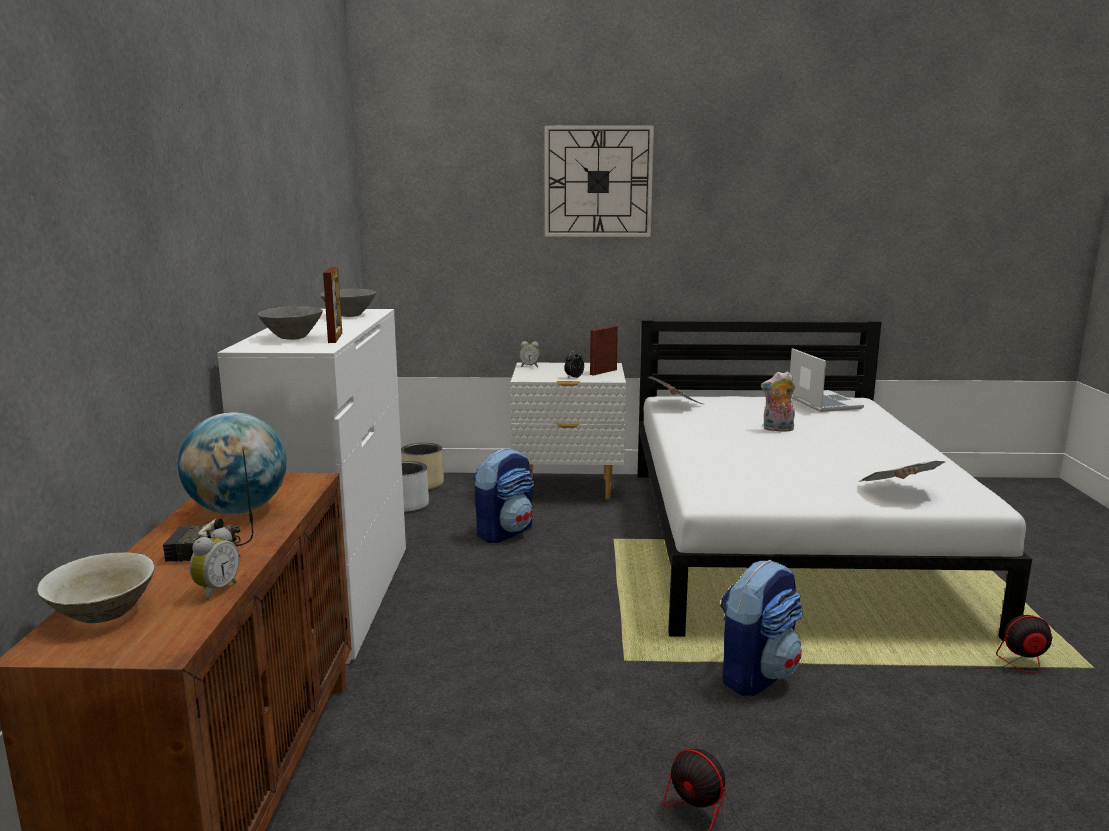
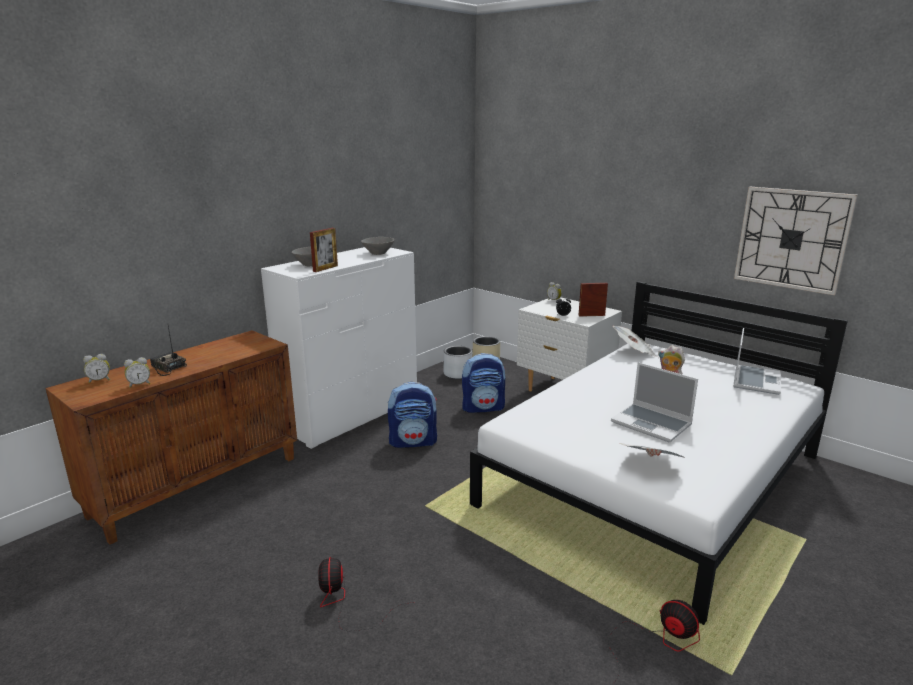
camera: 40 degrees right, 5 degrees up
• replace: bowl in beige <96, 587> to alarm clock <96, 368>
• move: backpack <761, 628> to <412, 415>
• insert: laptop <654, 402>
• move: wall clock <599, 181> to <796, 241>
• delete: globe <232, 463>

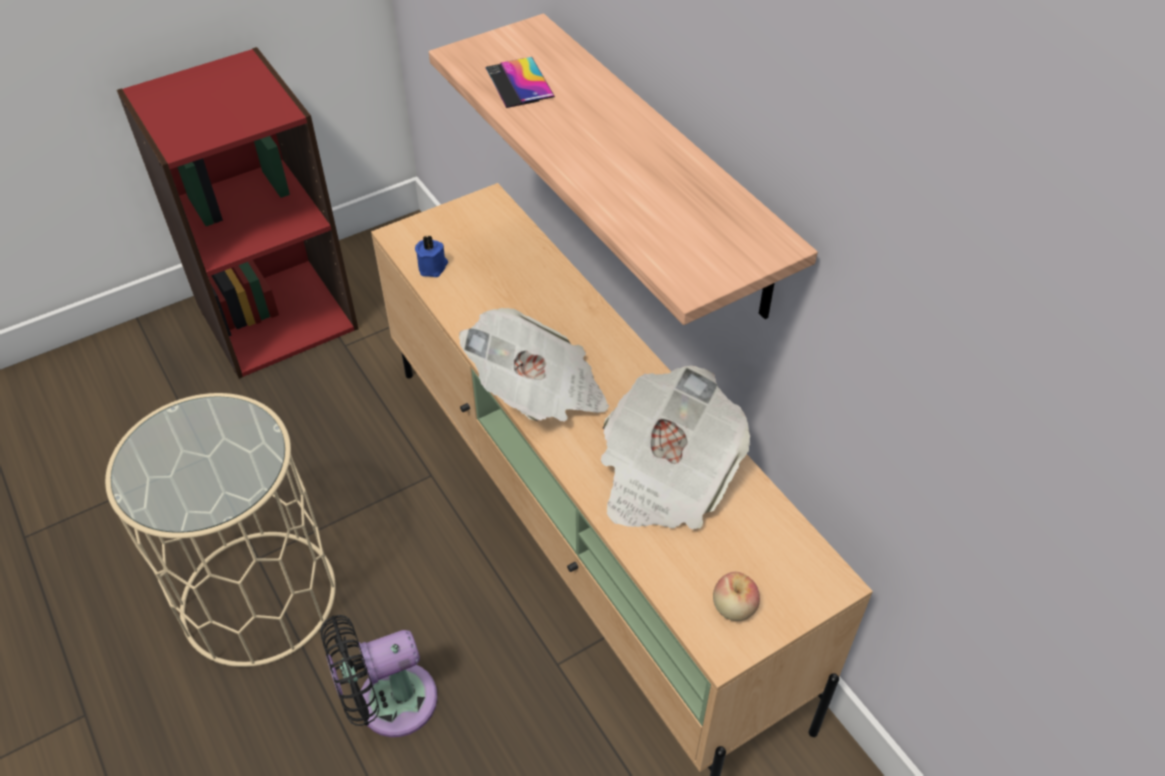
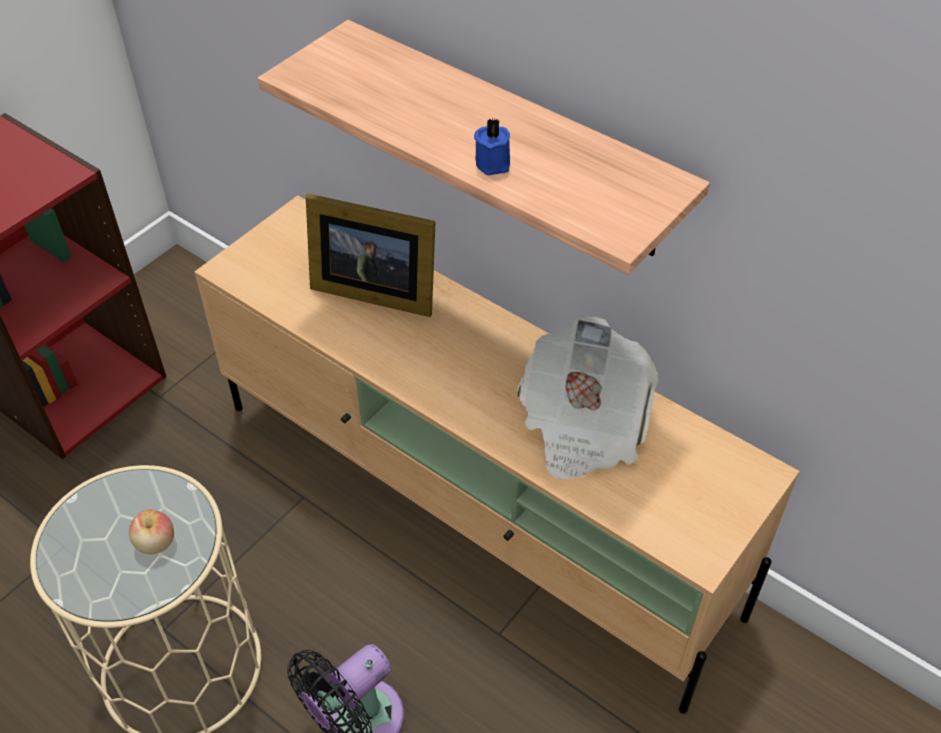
camera: 20 degrees left, 0 degrees up
• move: apple <736, 596> to <151, 531>
• insert: picture frame <371, 255>
• move: candle in blue <431, 256> to <492, 146>
• delete: newspaper <534, 365>
• delete: phone <520, 82>

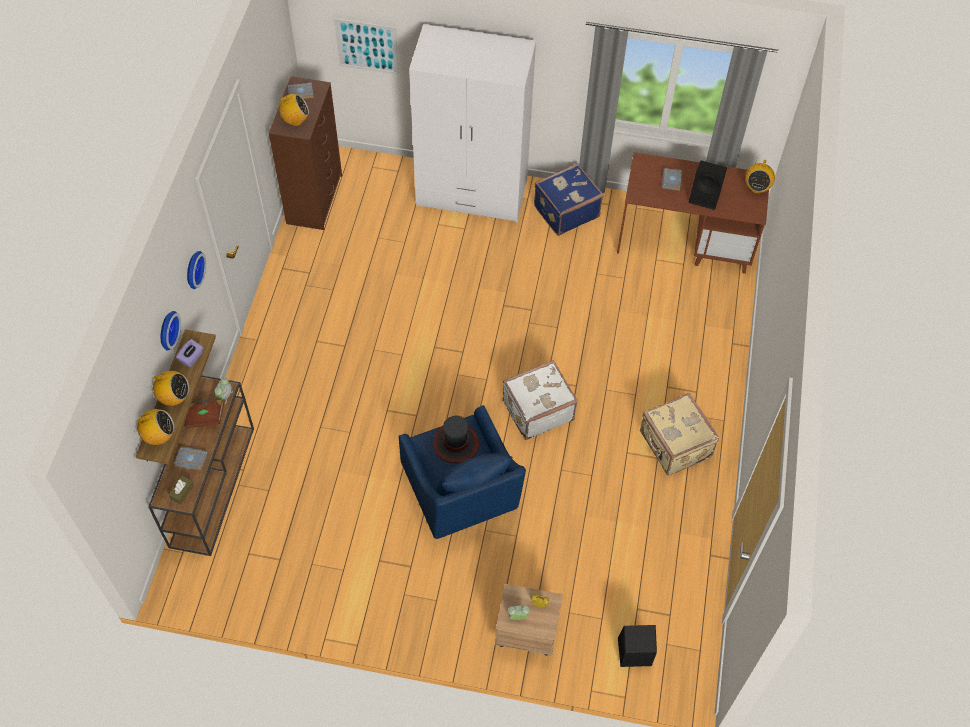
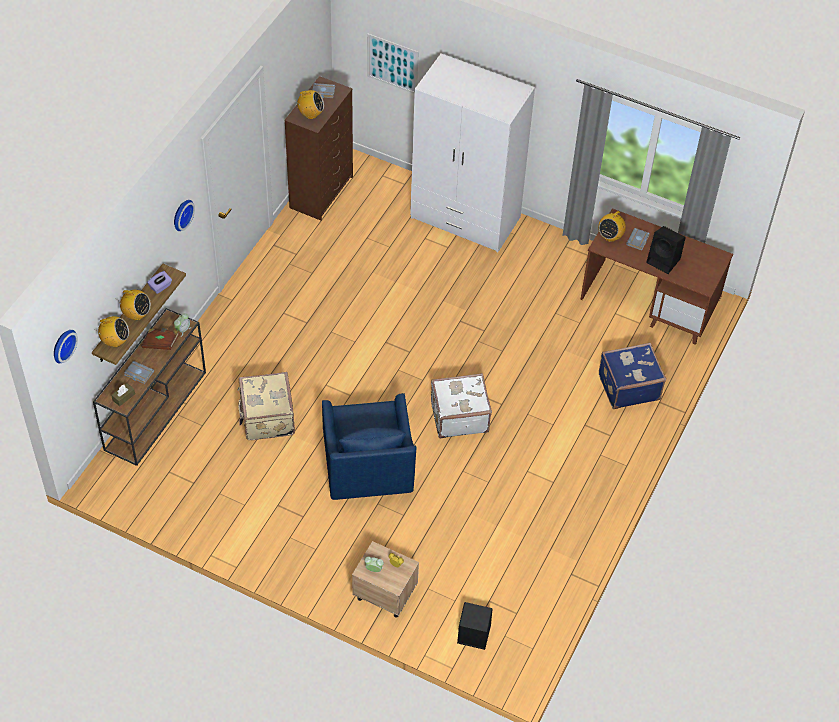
camera: 15 degrees right, 5 degrees down
• move: wall clock <171, 331> to <66, 346>
• move: suitcase in beige <679, 434> to <266, 406>
• move: radio <760, 176> to <612, 226>
• move: suitcase in blue <569, 199> to <632, 376>
• delete: hat <456, 439>

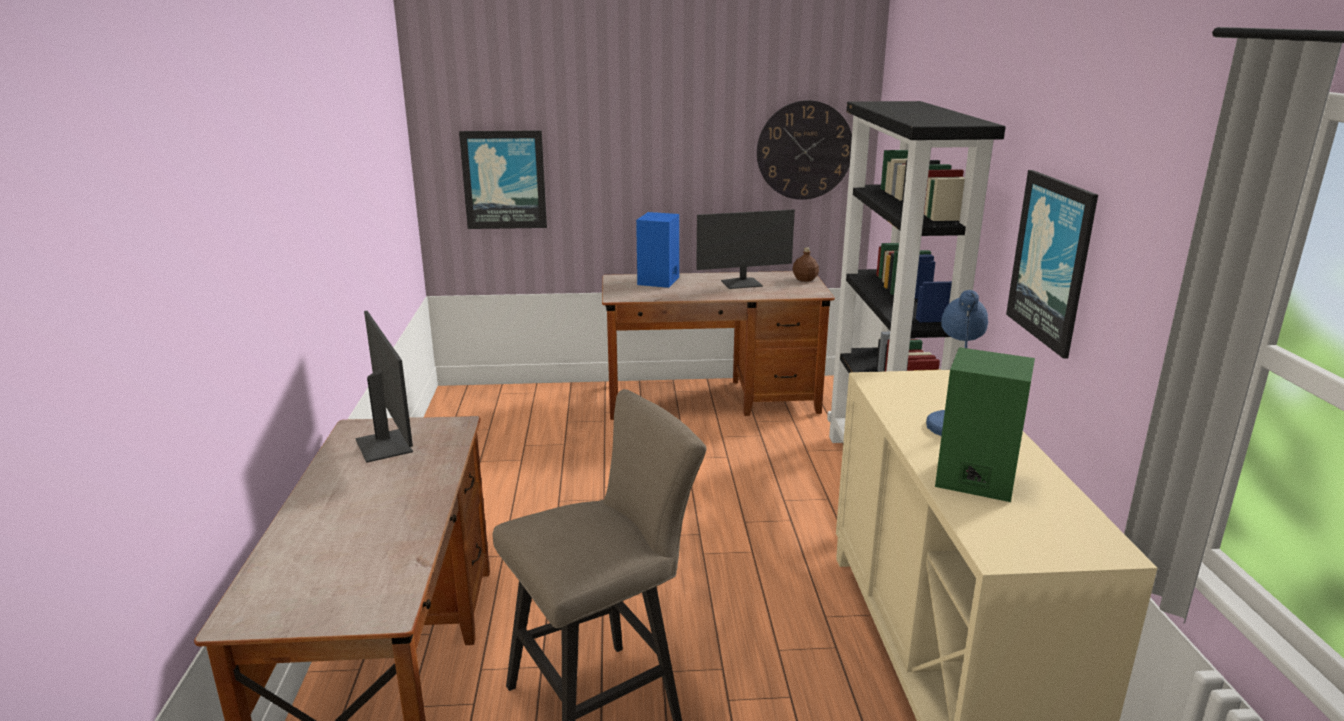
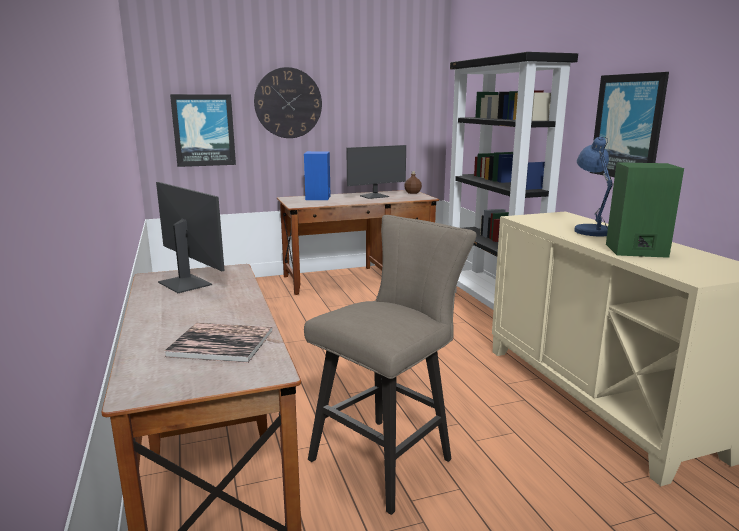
camera: 15 degrees left, 5 degrees down
• insert: book <218, 343>
• move: wall clock <804, 150> to <288, 102>

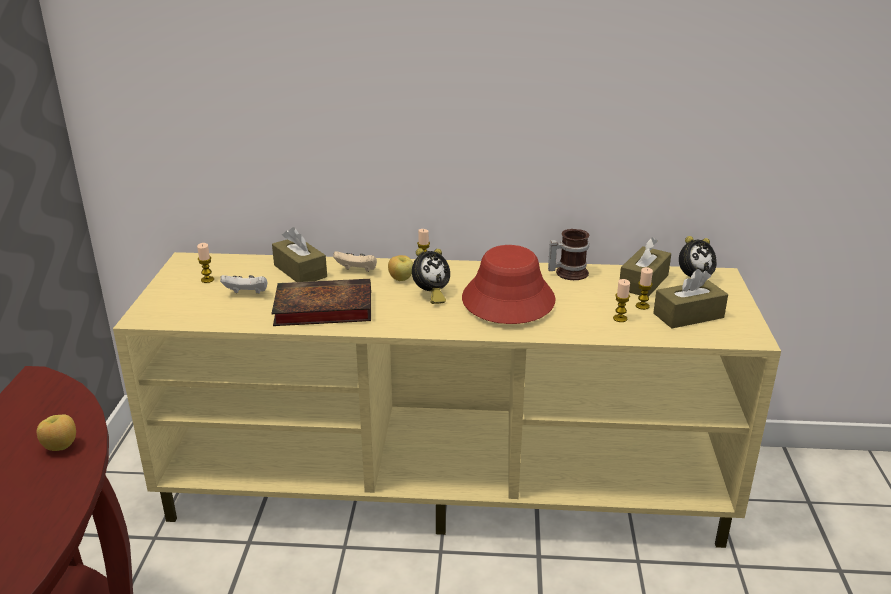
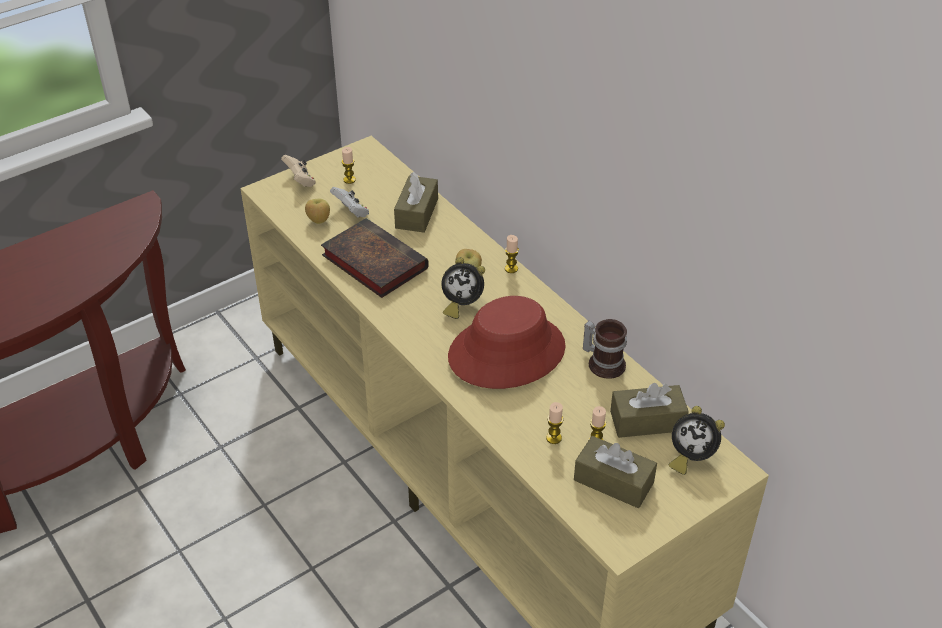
camera: 50 degrees right, 15 degrees up
• move: game controller in beige <355, 261> to <298, 171>
• move: apple <56, 432> to <317, 211>

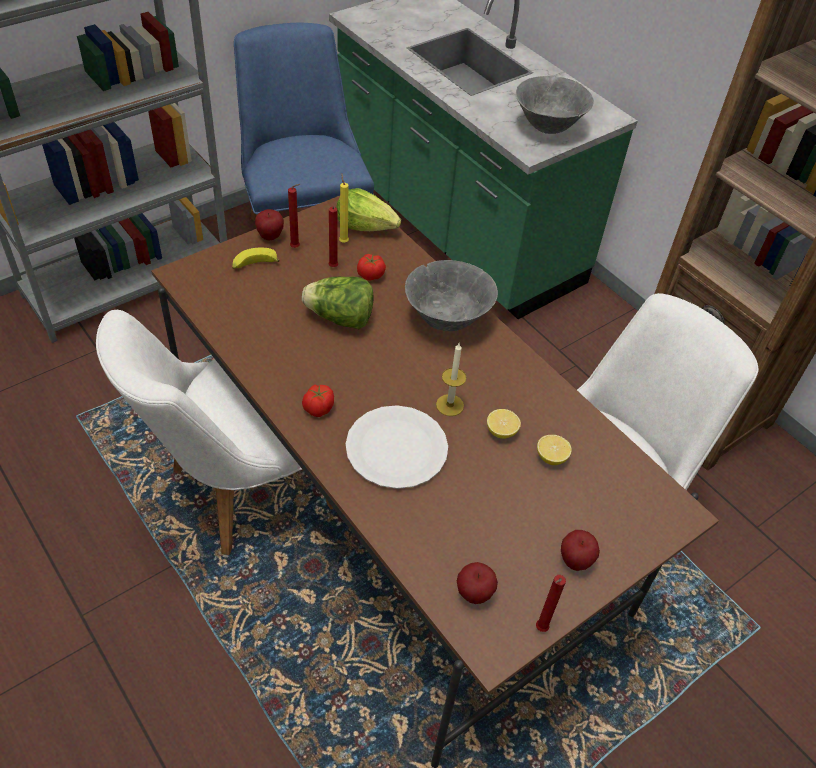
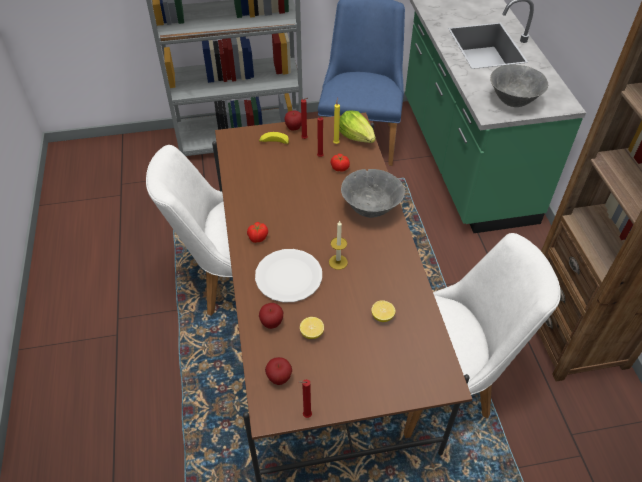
camera: 30 degrees right, 0 degrees up
• move: apple <580, 550> to <271, 316>
• move: lemon <504, 424> to <312, 328>
• delete: lettuce <338, 303>

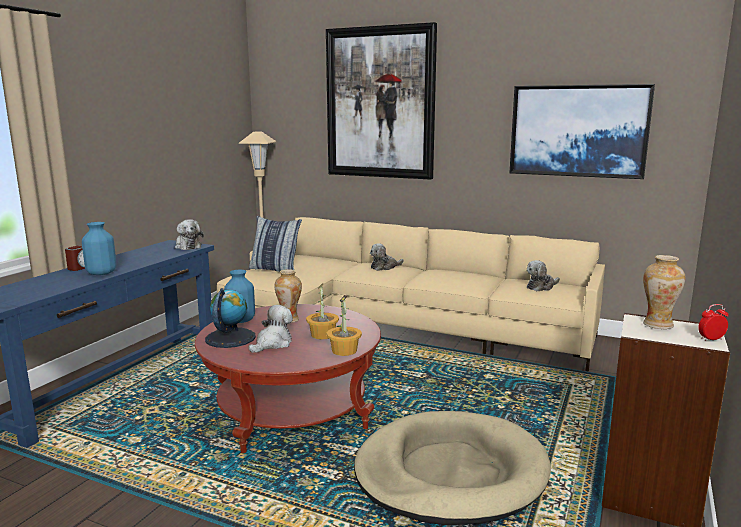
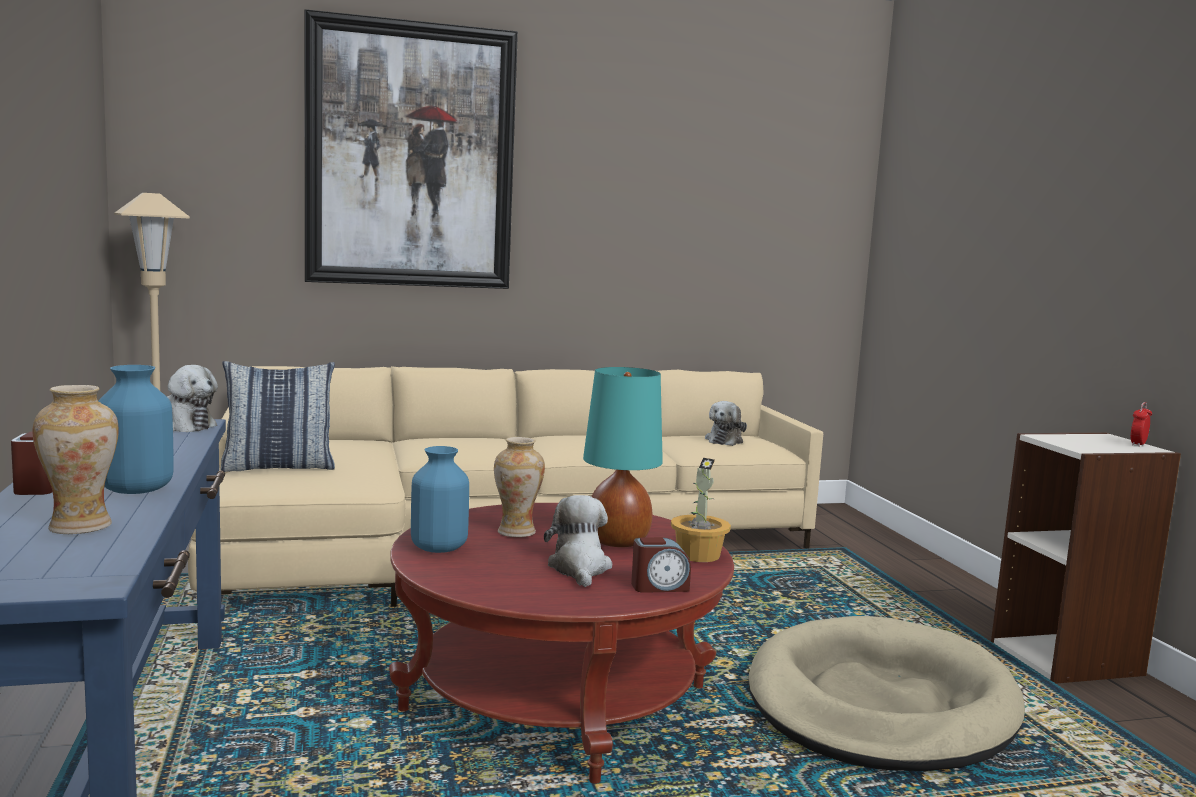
camera: 40 degrees left, 5 degrees down
• move: vase <664, 292> to <76, 459>
• replace: potted plant <322, 311> to table lamp in turquoise <623, 457>
• insert: alarm clock <661, 565>
• delete: globe <230, 318>
• delete: plush toy <387, 257>
• delete: picture <582, 131>

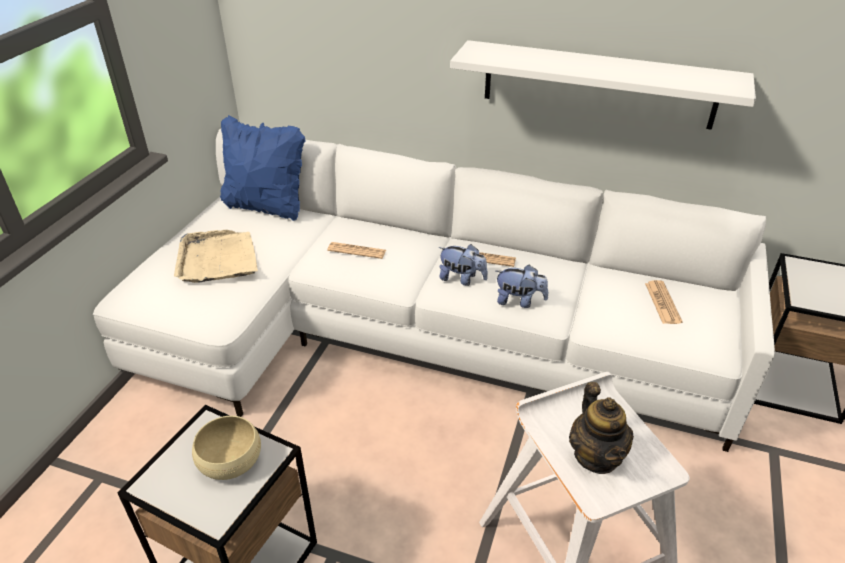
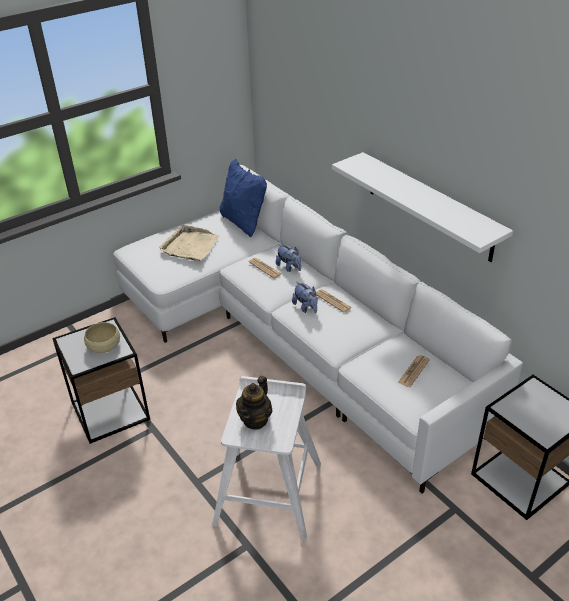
camera: 35 degrees right, 0 degrees up
• move: plush toy <522, 286> to <288, 258>

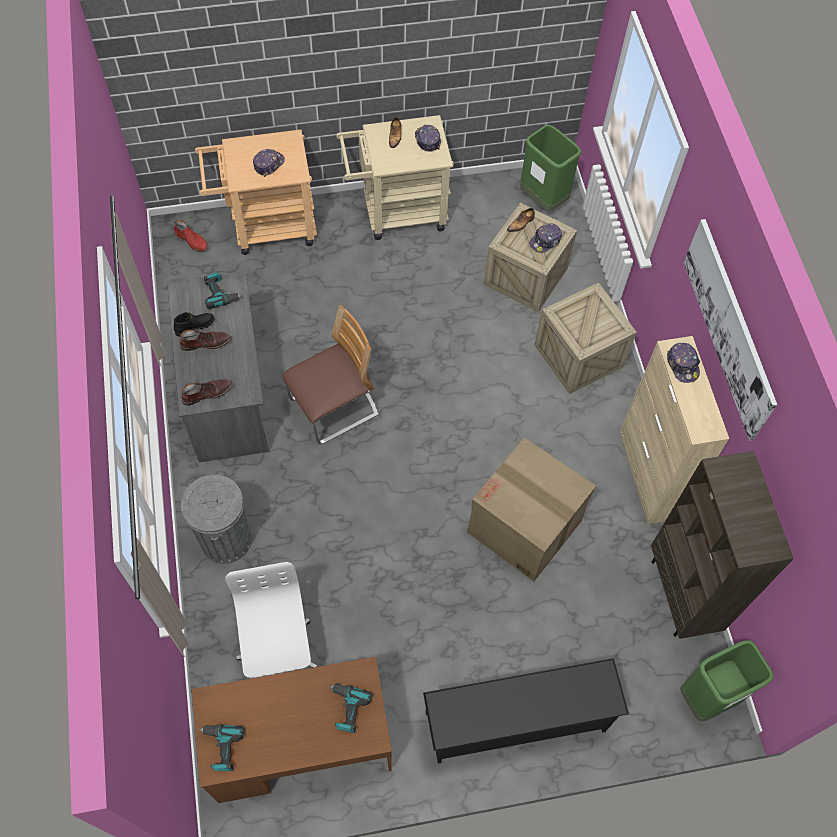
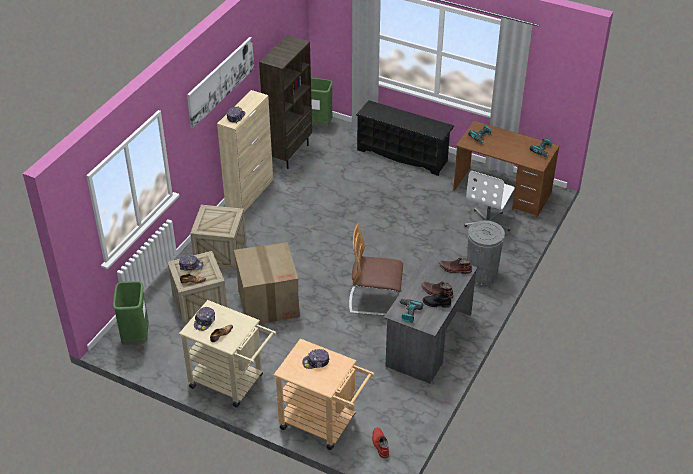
camera: 140 degrees left, 20 degrees down
• move: cardboard box <531, 509> to <267, 283>

